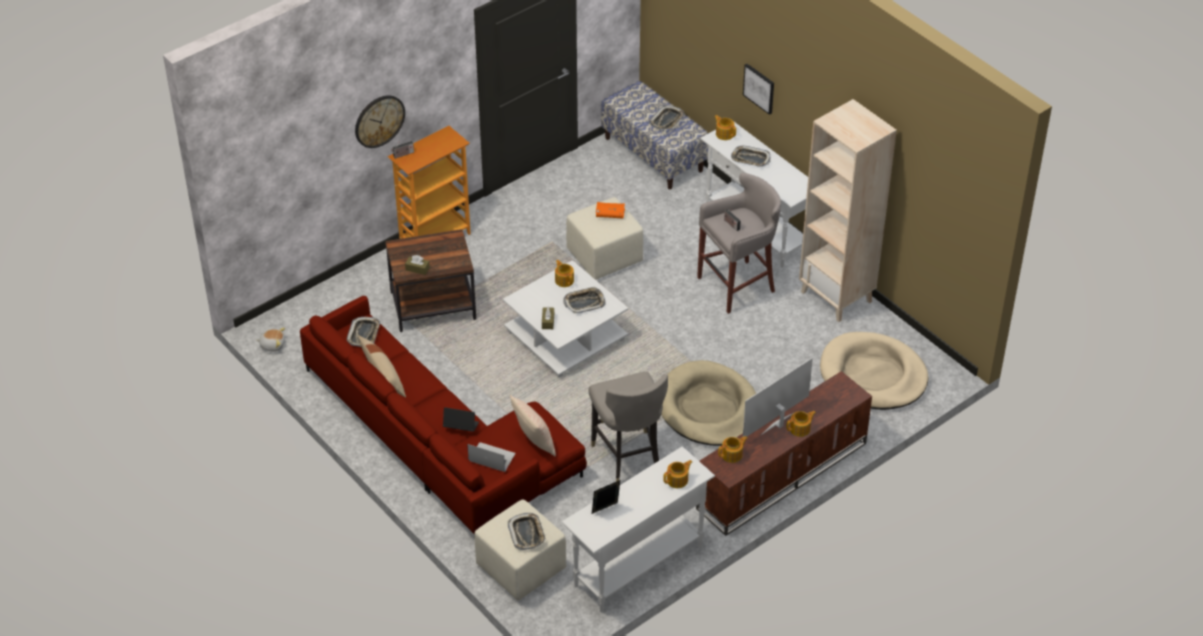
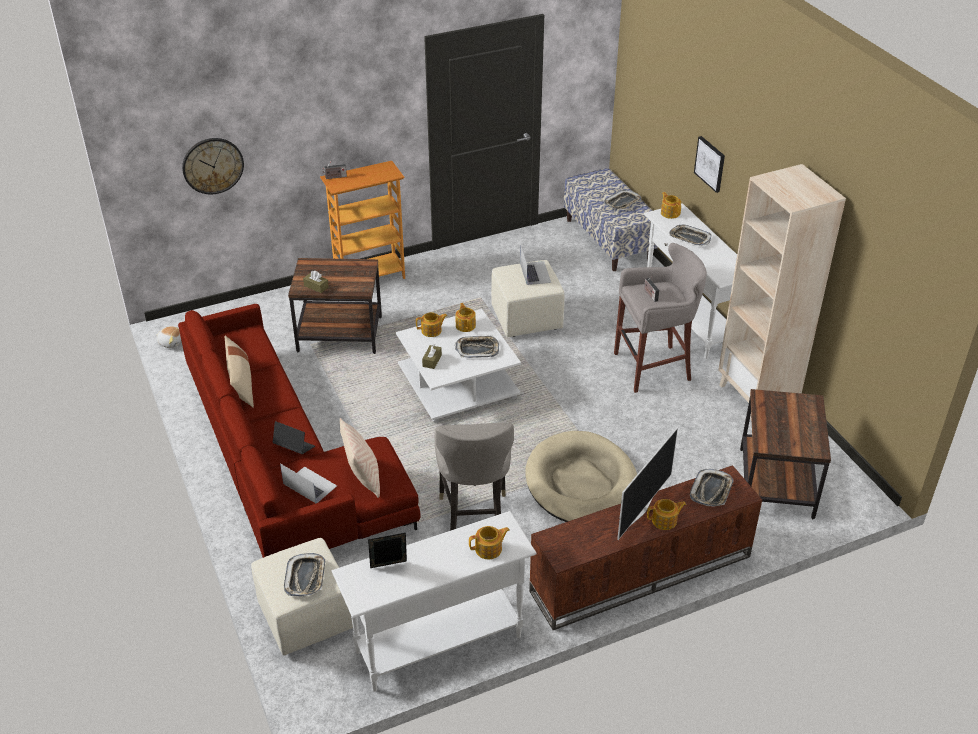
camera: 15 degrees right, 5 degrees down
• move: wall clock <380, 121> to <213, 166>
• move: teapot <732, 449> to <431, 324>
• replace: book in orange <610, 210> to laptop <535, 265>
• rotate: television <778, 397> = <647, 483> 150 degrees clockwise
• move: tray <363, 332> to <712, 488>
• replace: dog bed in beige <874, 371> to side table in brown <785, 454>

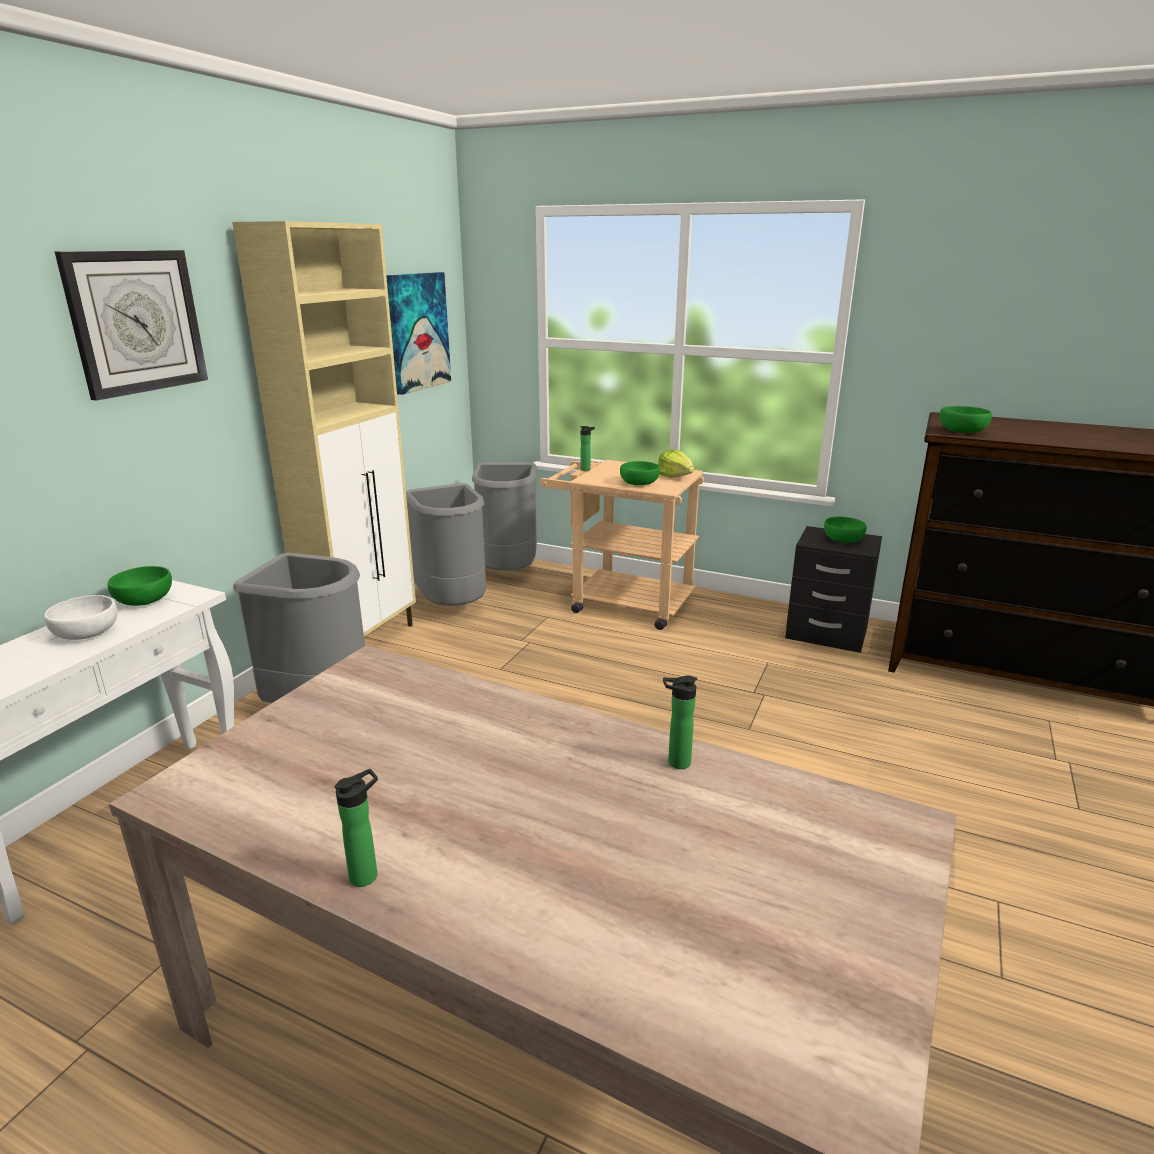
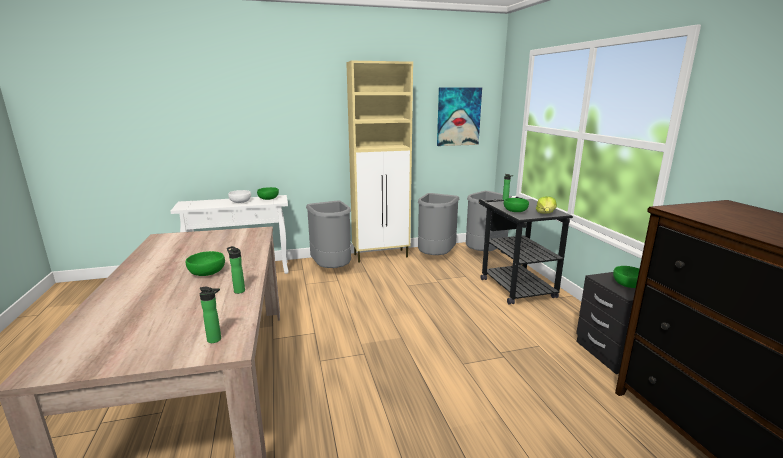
camera: 50 degrees right, 5 degrees down
• move: bowl in green <965, 419> to <205, 263>
• move: bottle <356, 828> to <210, 315>
• recolor: cart in beige <621, 545> to cart in black <526, 251>
• delete: wall clock <131, 325>

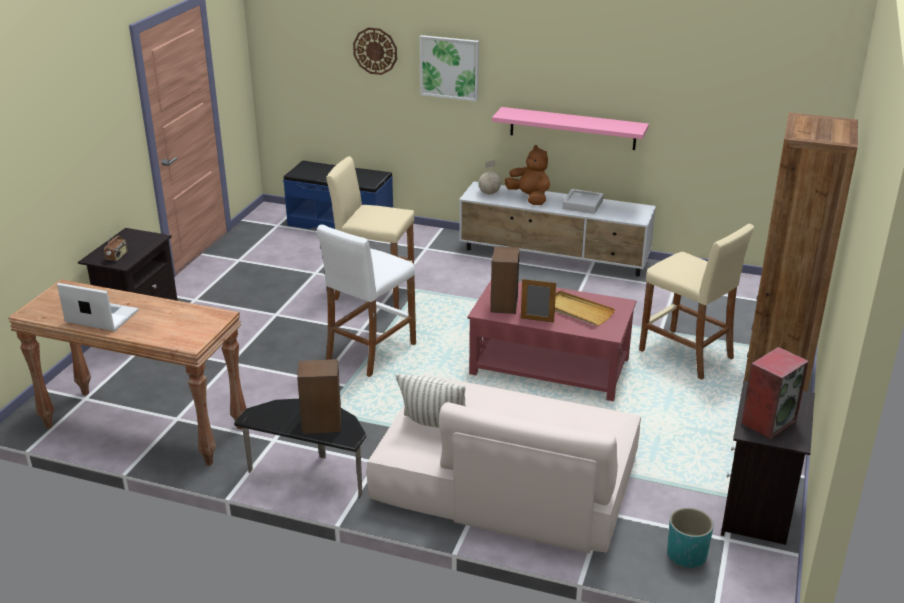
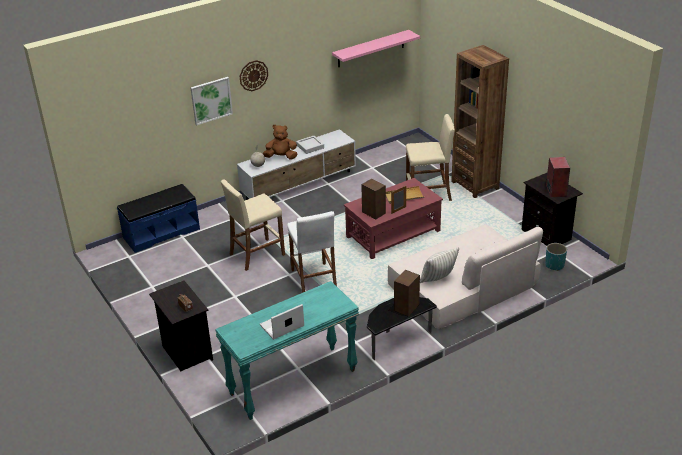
camera: 50 degrees left, 5 degrees up
• recolor: console table in brown <127, 372> to console table in turquoise <287, 350>
• move: wall clock <375, 51> to <254, 75>
• move: shelf in pink <570, 128> to <376, 48>

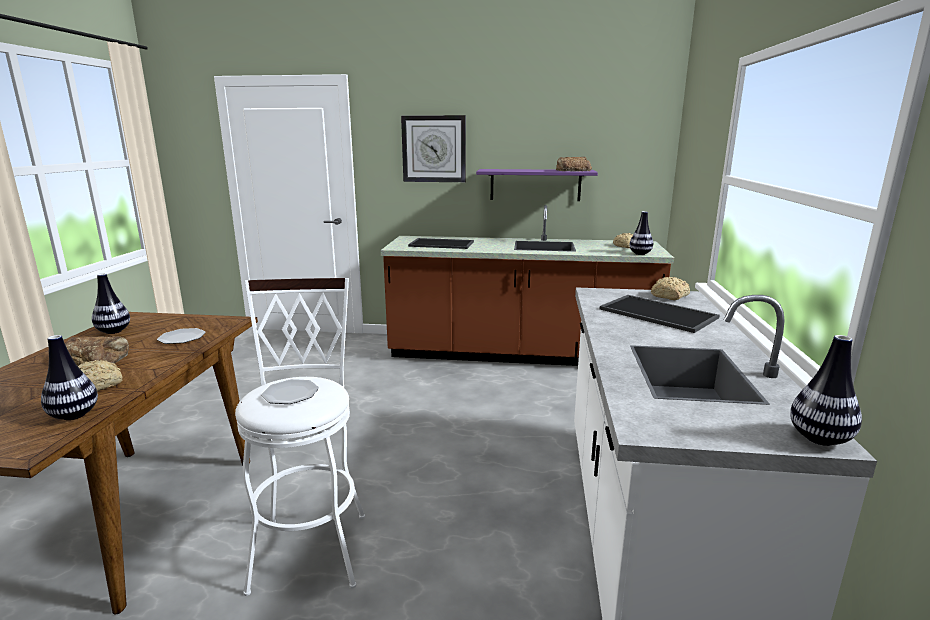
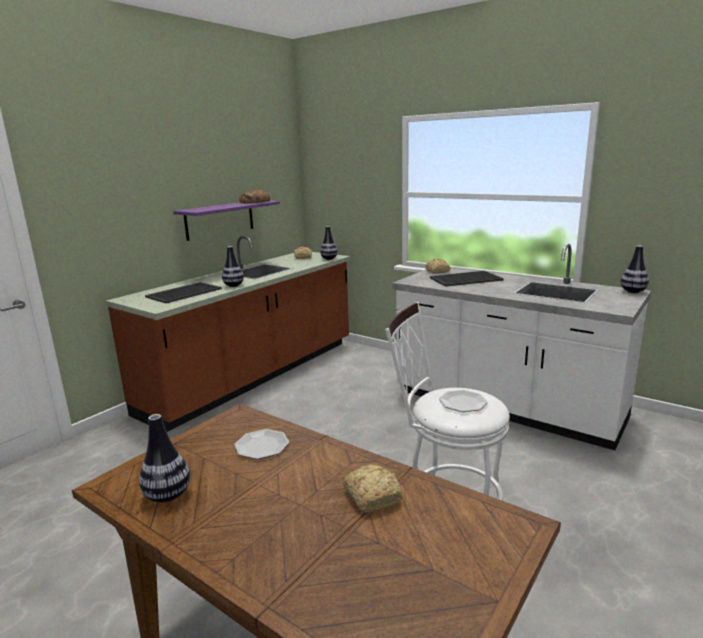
camera: 60 degrees left, 0 degrees up
• move: vase <69, 377> to <233, 266>
• delete: bread <97, 351>
• delete: wall clock <433, 148>

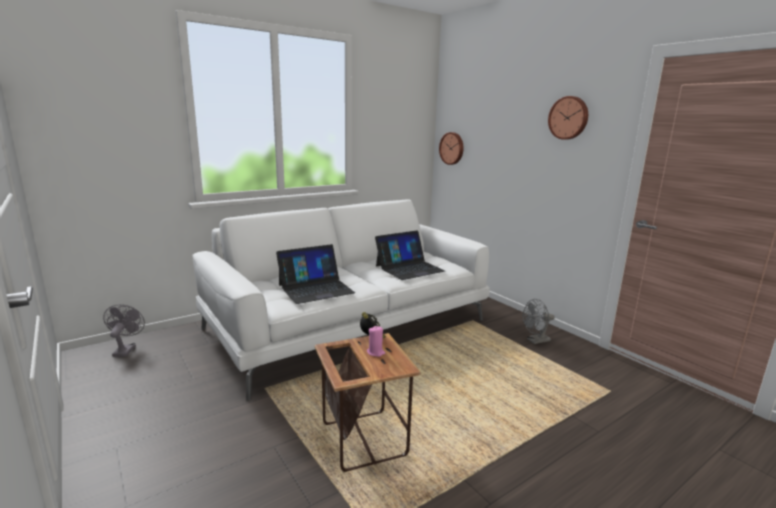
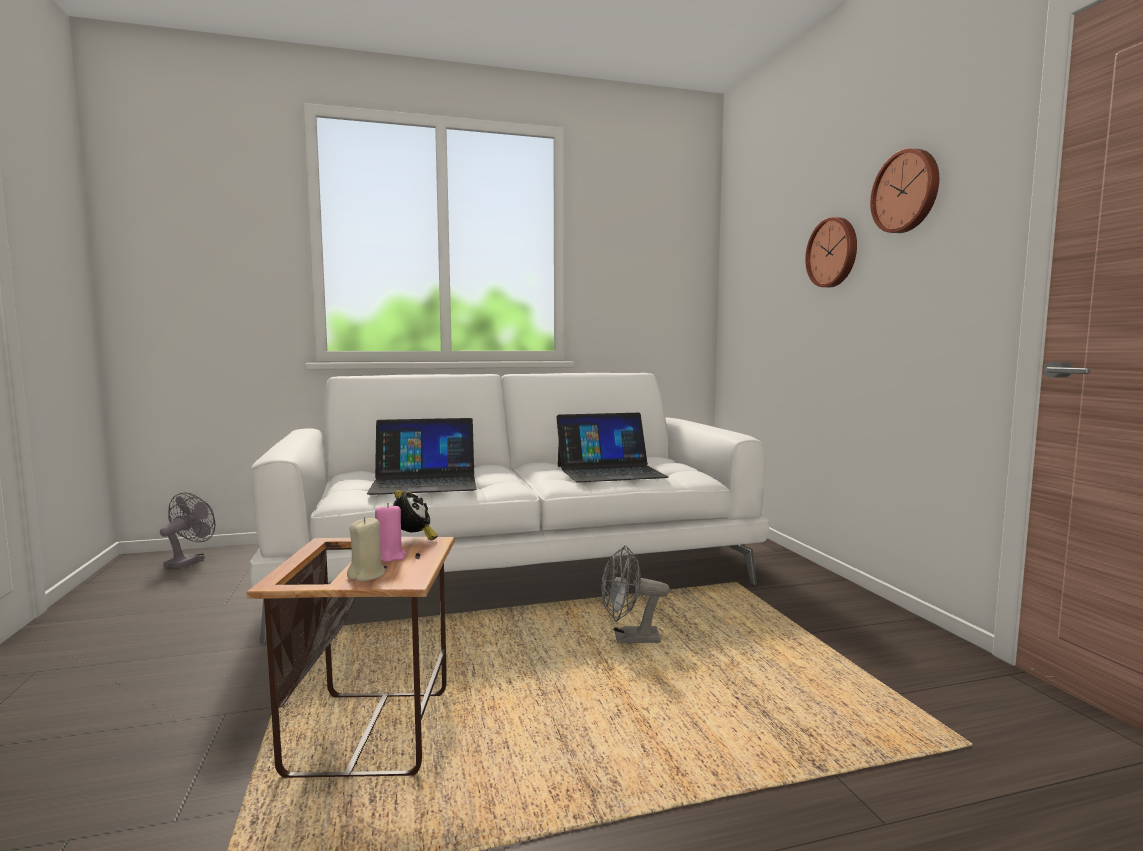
camera: 20 degrees right, 10 degrees down
• insert: candle in beige <366, 549>
• move: fan in grey <539, 321> to <635, 594>
• move: wall clock <451, 148> to <831, 252>

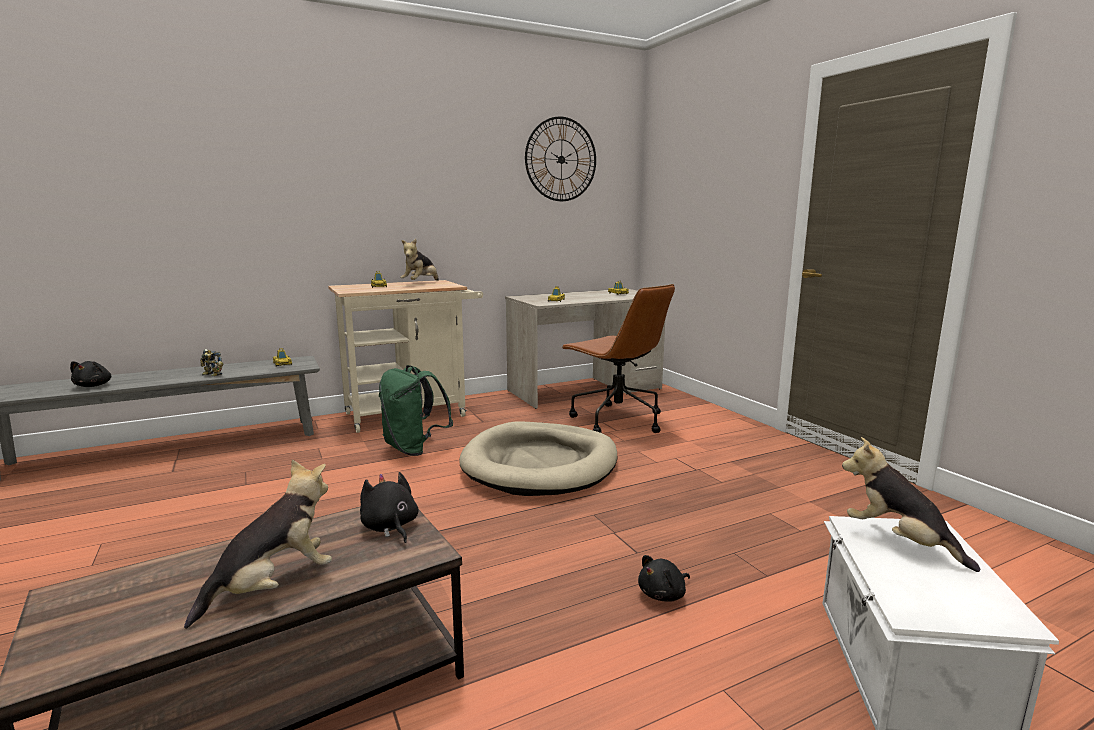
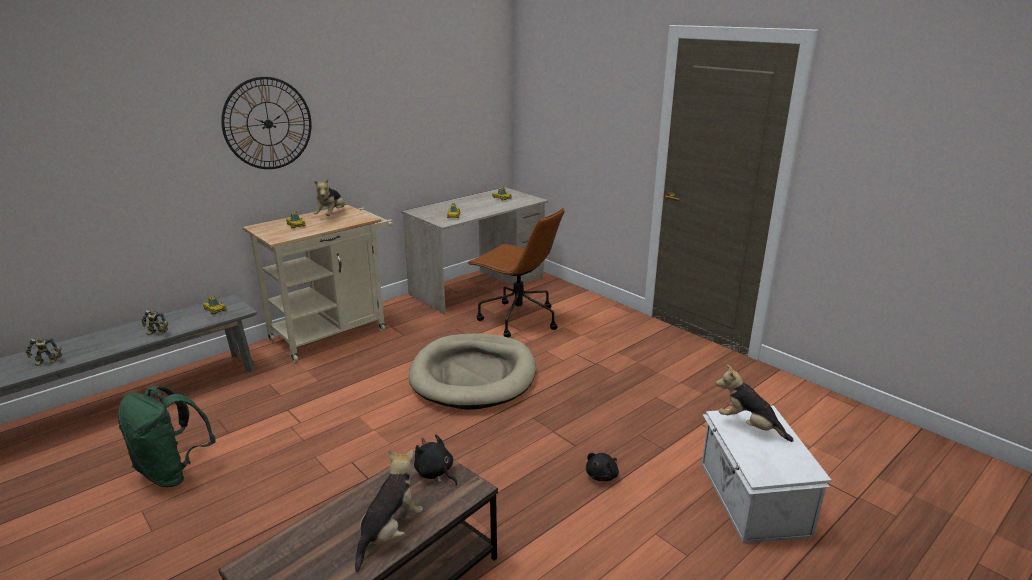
camera: 15 degrees left, 10 degrees up
• replace: plush toy in black <90, 374> to toy robot <44, 351>
• move: backpack in green <416, 410> to <167, 436>
• move: wall clock <560, 159> to <266, 123>

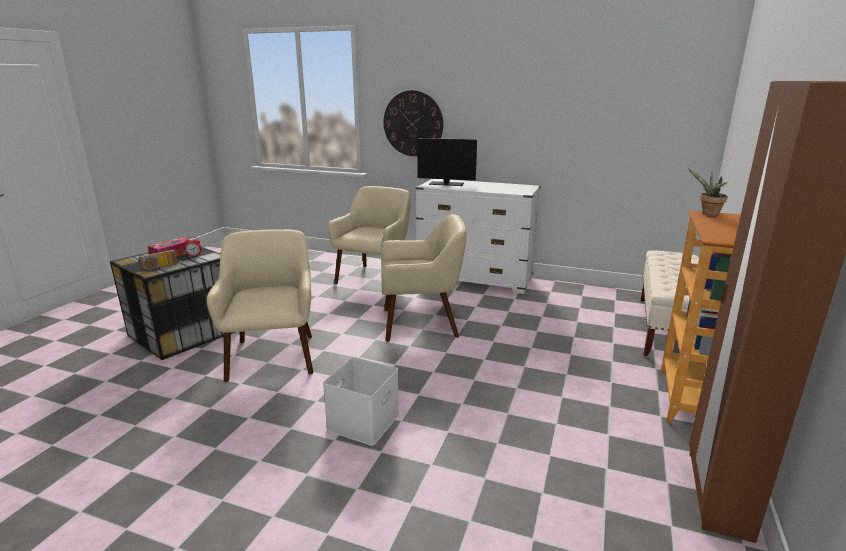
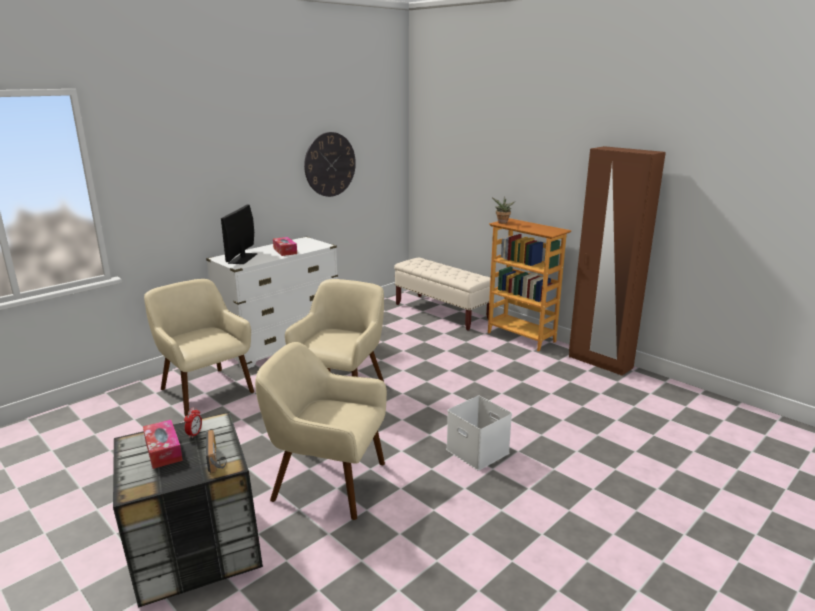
camera: 65 degrees left, 0 degrees up
• rotate: monitor <447, 162> = <239, 234> 150 degrees clockwise
• insert: tissue box <285, 246>
• move: wall clock <413, 123> to <330, 164>

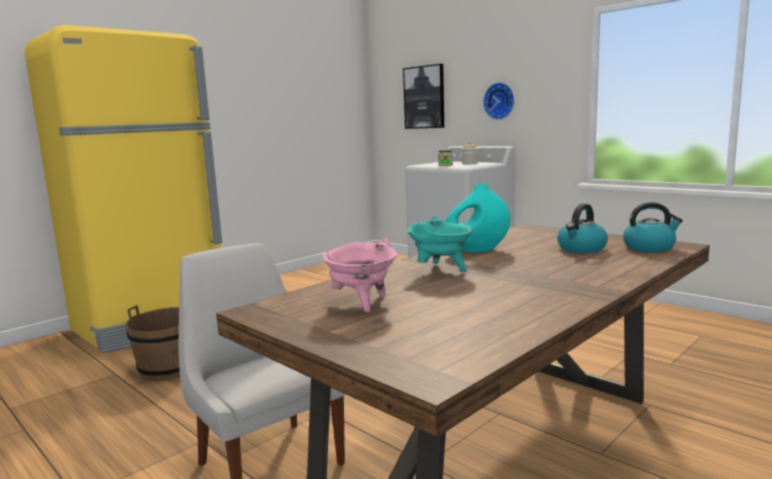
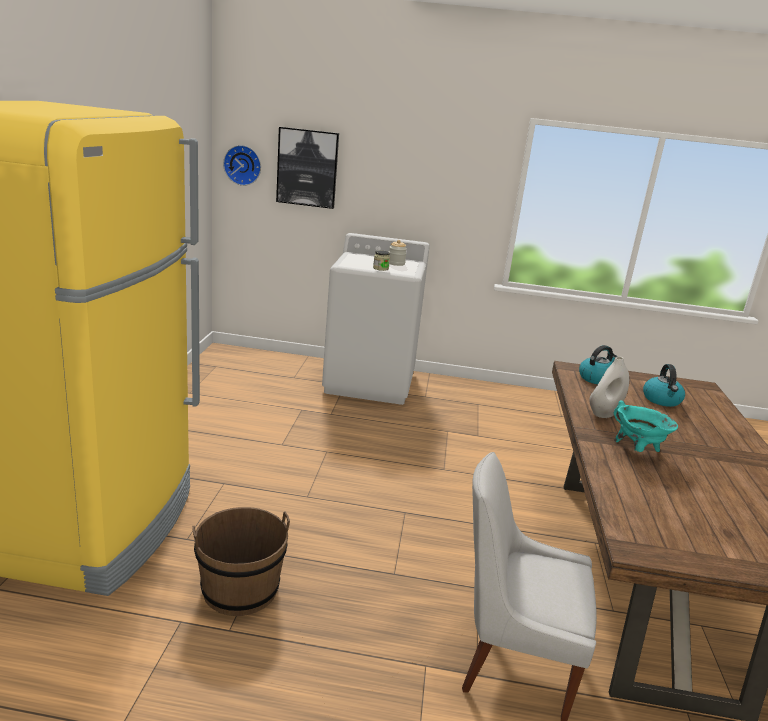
camera: 40 degrees left, 10 degrees up
• move: wall clock <498, 101> to <242, 165>
• move: kettle <653, 227> to <598, 364>
• recolor: vase in turquoise <477, 218> to vase in white <609, 387>
• delete: cooking pot in pink <360, 275>

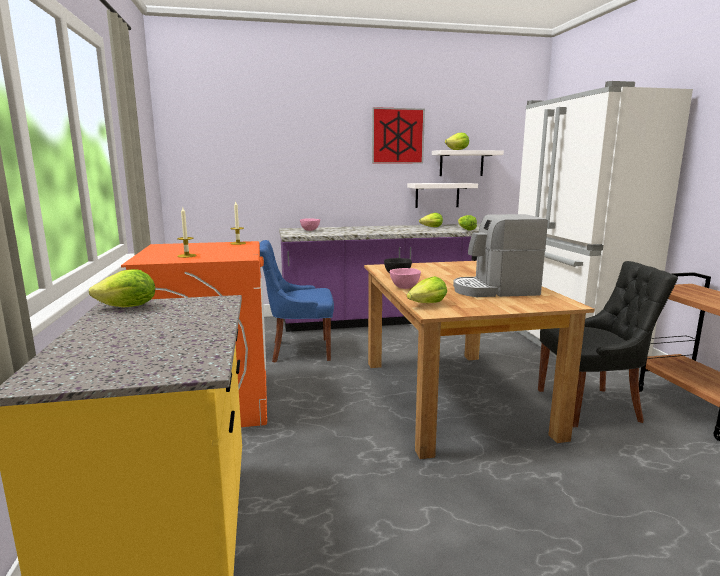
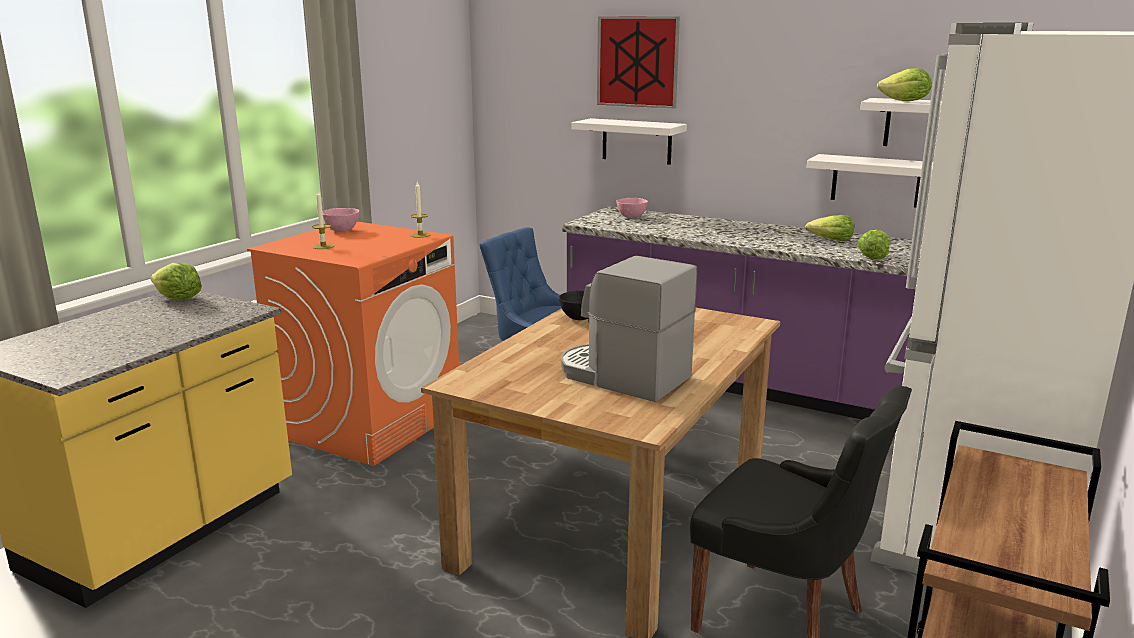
camera: 40 degrees right, 5 degrees up
• move: bowl in pink <405, 278> to <341, 220>
• insert: shelf in white <629, 141>
• move: picture <398, 135> to <638, 62>
• delete: lettuce <427, 289>

